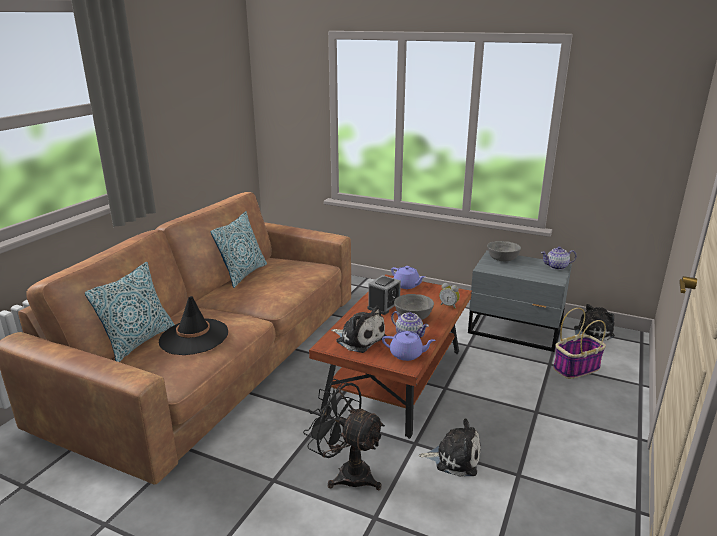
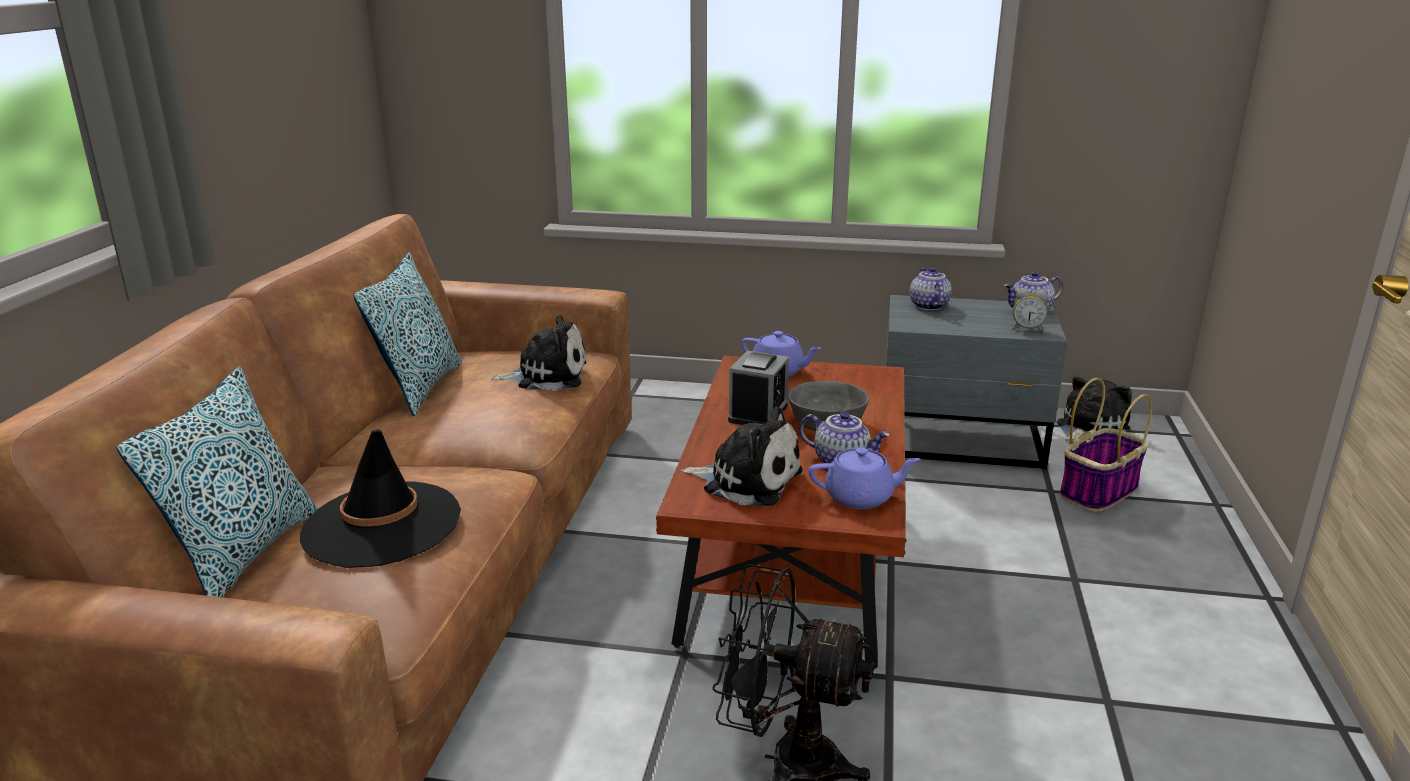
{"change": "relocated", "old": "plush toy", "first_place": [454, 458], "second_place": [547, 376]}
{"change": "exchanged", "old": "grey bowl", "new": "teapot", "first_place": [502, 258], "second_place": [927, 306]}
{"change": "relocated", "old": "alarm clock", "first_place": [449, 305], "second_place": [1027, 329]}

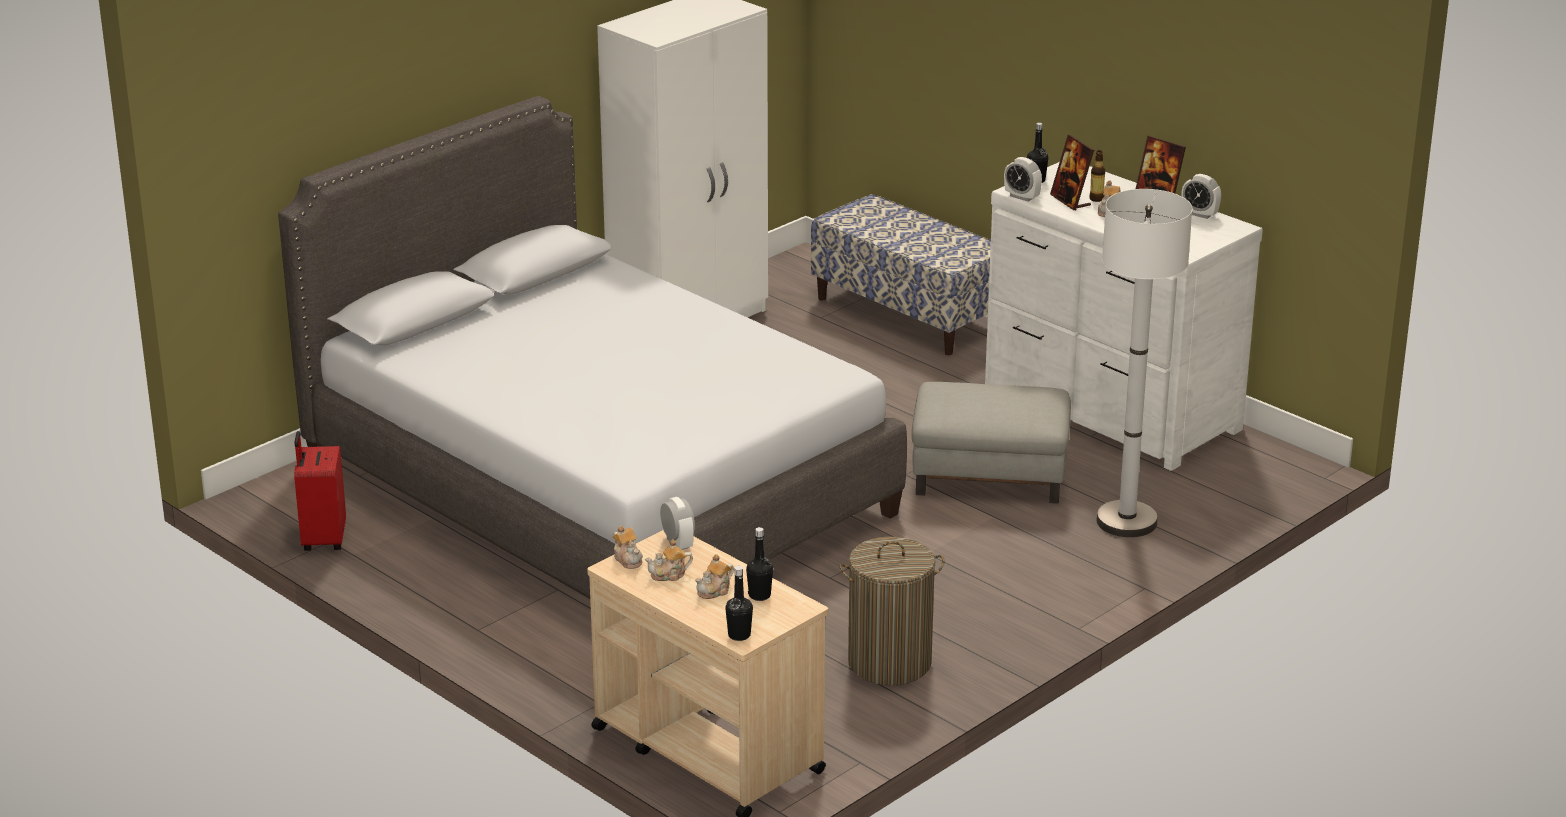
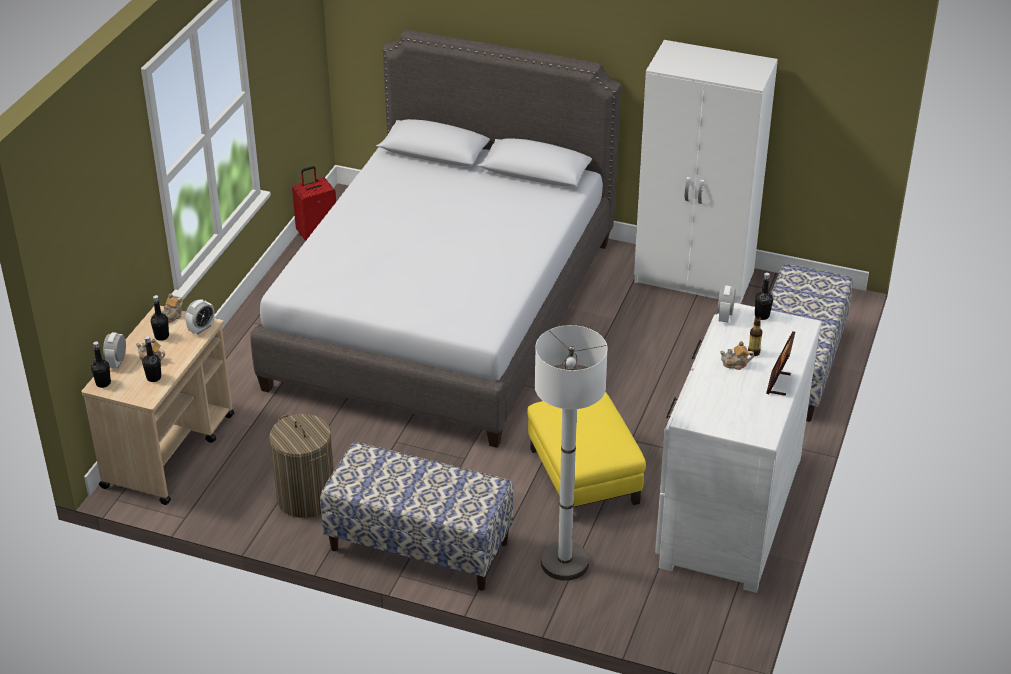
{"change": "relocated", "old": "alarm clock", "first_place": [1199, 214], "second_place": [117, 362]}
{"change": "exchanged", "old": "teapot", "new": "black bottle", "first_place": [669, 575], "second_place": [161, 336]}
{"change": "appeared", "new": "bench", "second_place": [418, 546]}
{"change": "colour", "old": "grey ottoman", "new": "yellow ottoman", "first_place": [989, 475], "second_place": [583, 475]}
{"change": "missing", "old": "picture frame", "first_place": [1070, 201]}

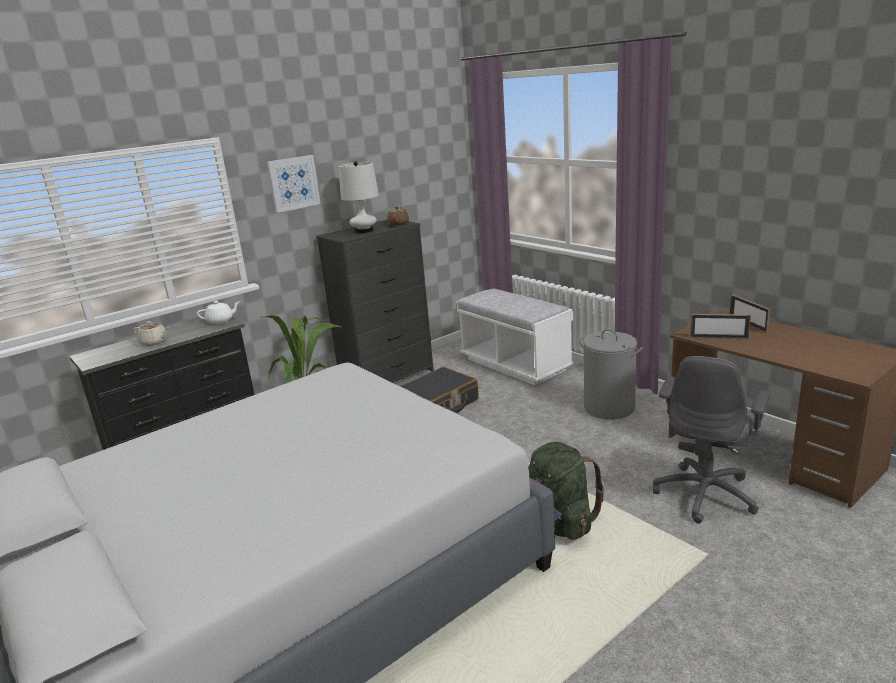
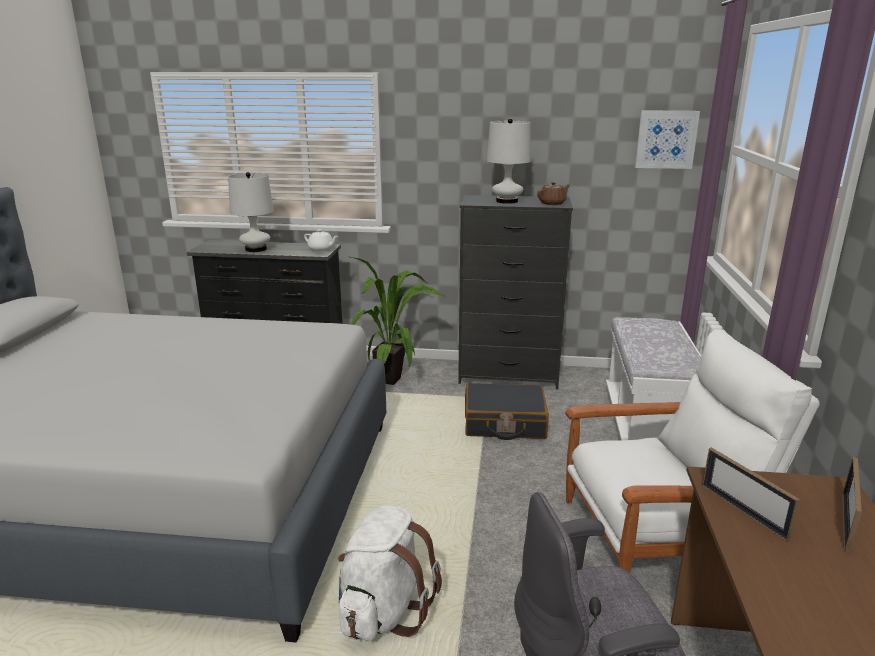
{"change": "exchanged", "old": "beige teapot", "new": "white table lamp", "first_place": [154, 342], "second_place": [256, 249]}
{"change": "colour", "old": "green backpack", "new": "white backpack", "first_place": [560, 523], "second_place": [384, 611]}
{"change": "exchanged", "old": "grey laundry basket", "new": "white armchair", "first_place": [609, 408], "second_place": [665, 536]}
{"change": "relocated", "old": "picture", "first_place": [293, 183], "second_place": [666, 139]}

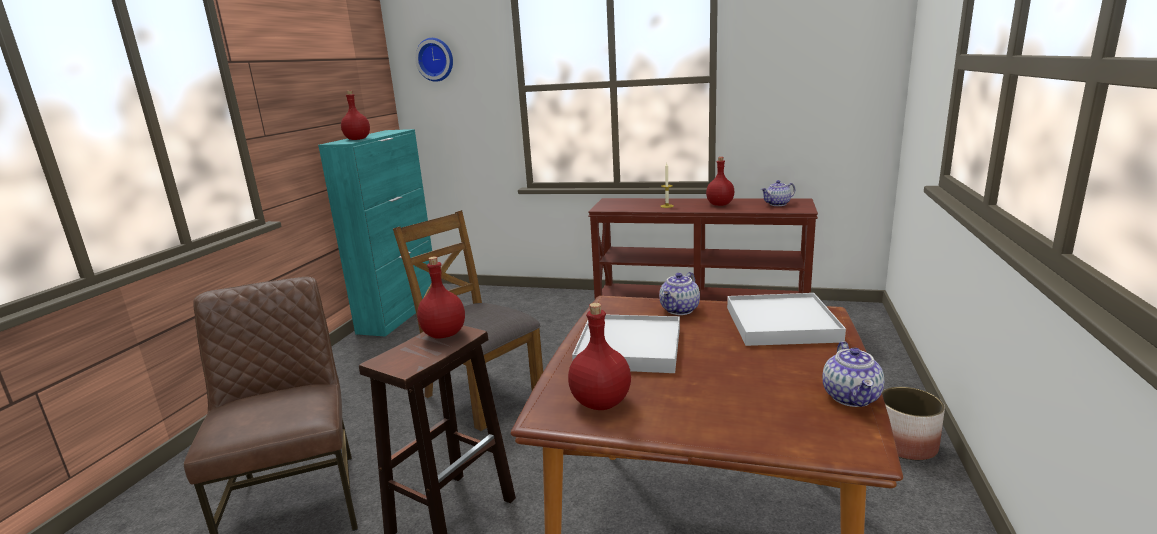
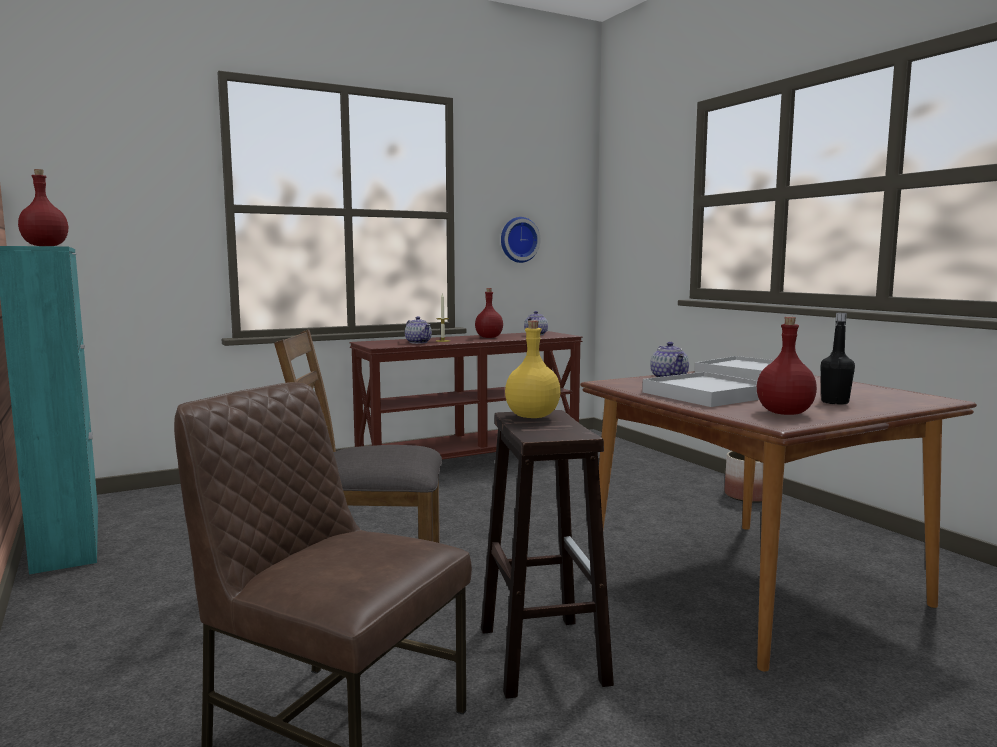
{"change": "relocated", "old": "teapot", "first_place": [852, 397], "second_place": [418, 342]}
{"change": "relocated", "old": "wall clock", "first_place": [435, 59], "second_place": [518, 240]}
{"change": "colour", "old": "red bottle", "new": "yellow bottle", "first_place": [443, 334], "second_place": [531, 416]}
{"change": "appeared", "new": "black bottle", "second_place": [835, 402]}

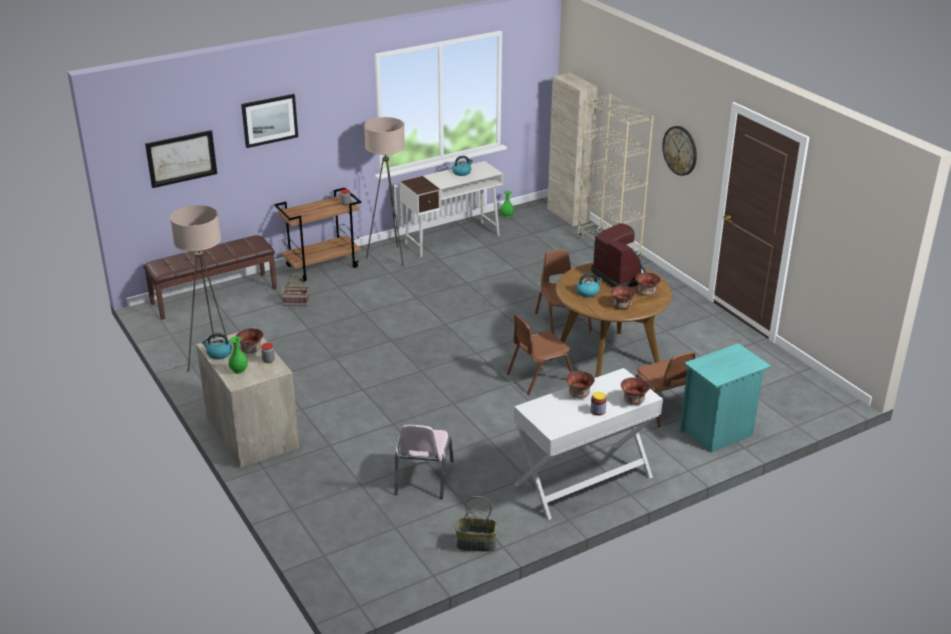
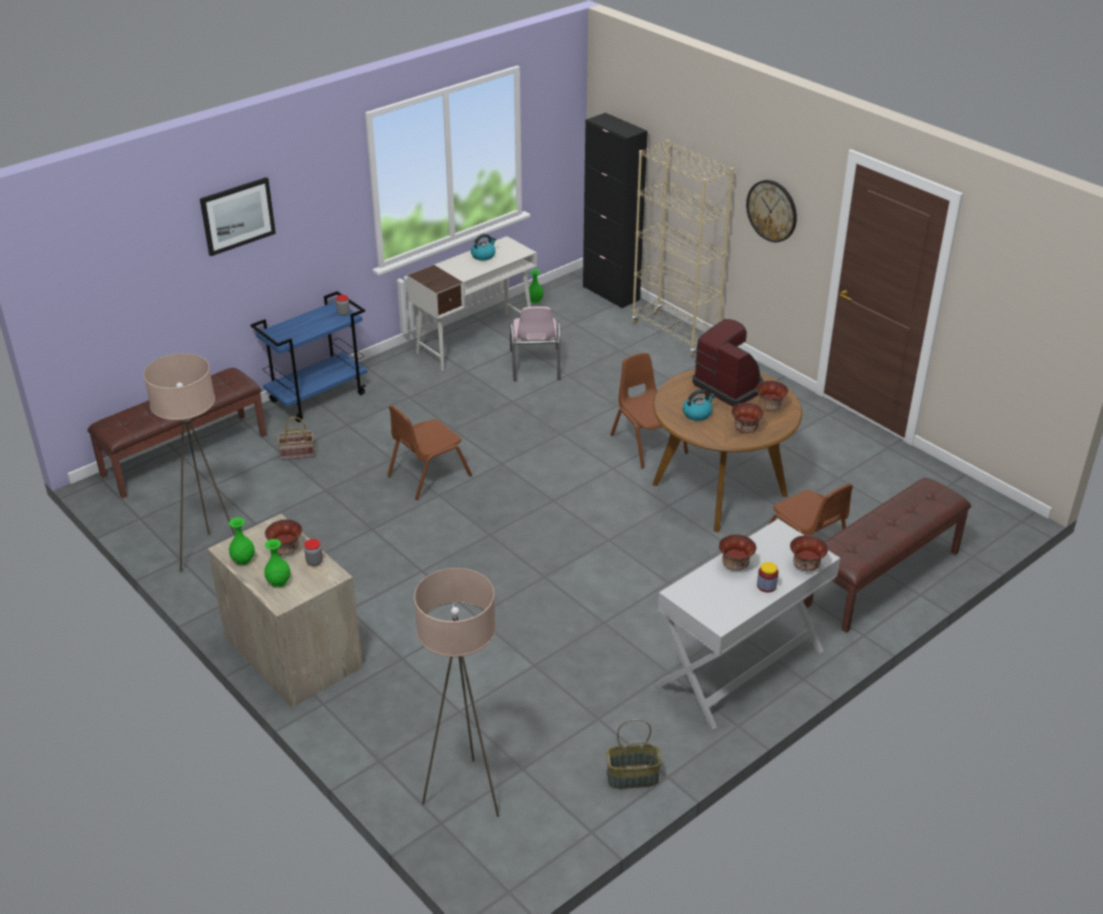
{"change": "exchanged", "old": "kettle", "new": "green vase", "first_place": [219, 354], "second_place": [243, 560]}
{"change": "colour", "old": "brown cart", "new": "blue cart", "first_place": [323, 266], "second_place": [318, 397]}
{"change": "relocated", "old": "brown chair", "first_place": [540, 377], "second_place": [428, 475]}
{"change": "relocated", "old": "beige floor lamp", "first_place": [389, 257], "second_place": [465, 793]}
{"change": "relocated", "old": "pink chair", "first_place": [423, 478], "second_place": [535, 365]}
{"change": "colour", "old": "beige cabinet", "new": "black cabinet", "first_place": [568, 215], "second_place": [611, 293]}
{"change": "exchanged", "old": "turquoise nightstand", "new": "brown bench", "first_place": [717, 433], "second_place": [883, 578]}
{"change": "missing", "old": "picture", "first_place": [181, 158]}

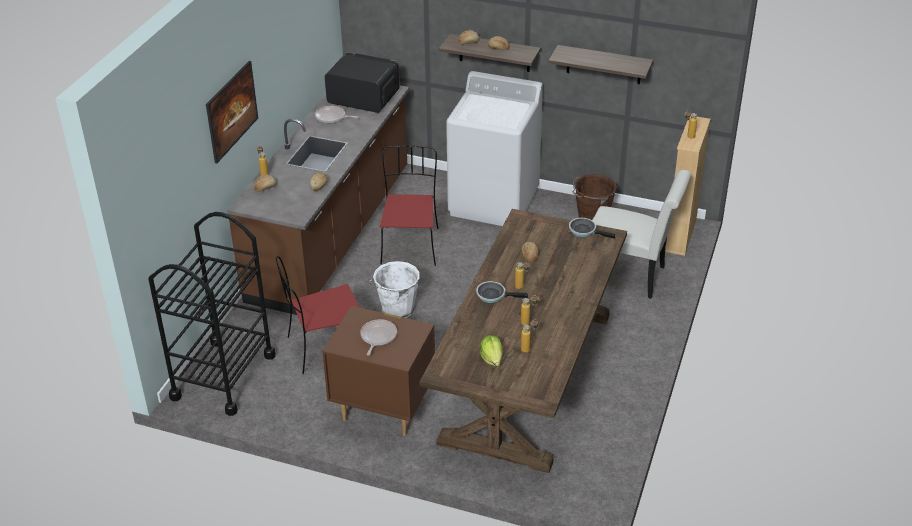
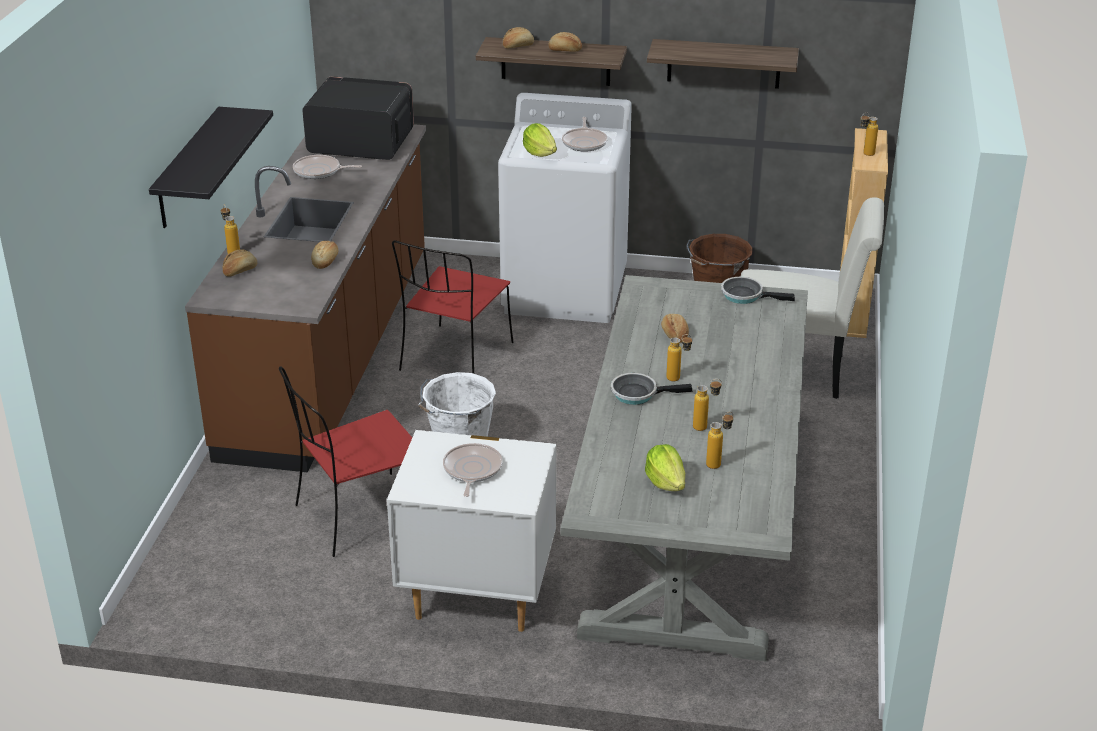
{"change": "exchanged", "old": "picture", "new": "black shelf", "first_place": [234, 125], "second_place": [188, 169]}
{"change": "colour", "old": "brown nightstand", "new": "white nightstand", "first_place": [383, 410], "second_place": [477, 597]}
{"change": "spun", "old": "red chair", "first_place": [410, 245], "second_place": [455, 358], "degrees": -150}
{"change": "appeared", "new": "lettuce", "second_place": [539, 153]}
{"change": "colour", "old": "brown dining table", "new": "grey dining table", "first_place": [527, 376], "second_place": [688, 523]}
{"change": "appeared", "new": "frying pan", "second_place": [585, 142]}
{"change": "missing", "old": "black cart", "first_place": [223, 376]}

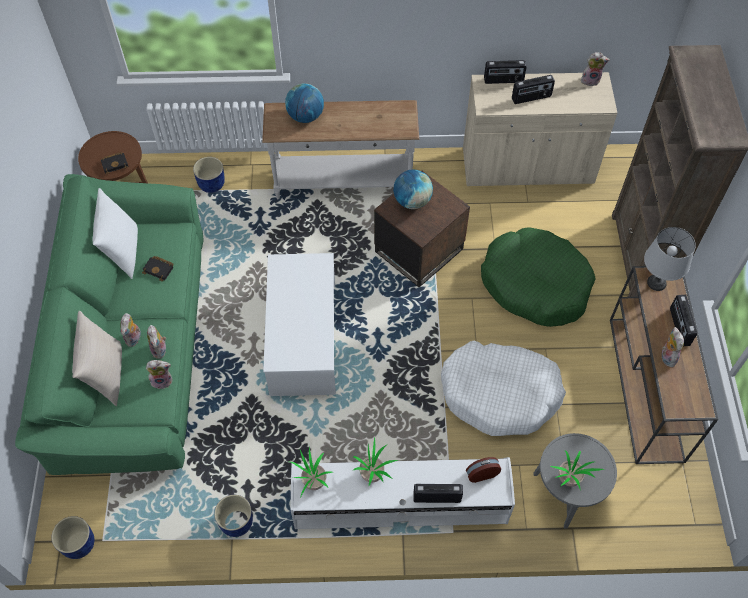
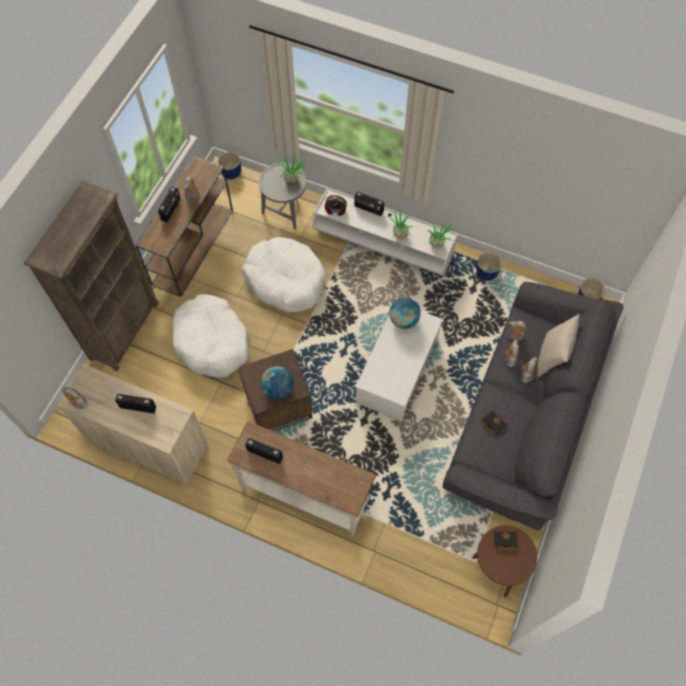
{"change": "colour", "old": "green dog bed", "new": "white dog bed", "first_place": [535, 284], "second_place": [212, 342]}
{"change": "relocated", "old": "blue planter", "first_place": [211, 184], "second_place": [231, 172]}
{"change": "relocated", "old": "radio", "first_place": [503, 80], "second_place": [265, 454]}
{"change": "relocated", "old": "globe", "first_place": [305, 116], "second_place": [403, 320]}
{"change": "colour", "old": "green sofa", "new": "grey sofa", "first_place": [133, 347], "second_place": [523, 416]}
{"change": "missing", "old": "white pillow", "first_place": [123, 251]}
{"change": "missing", "old": "grey table lamp", "first_place": [657, 282]}

